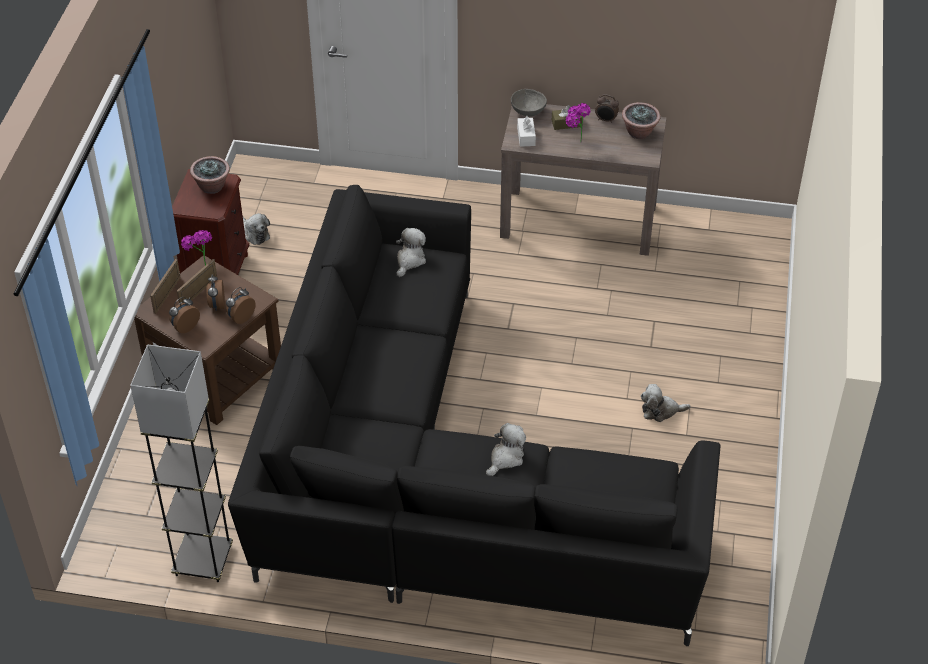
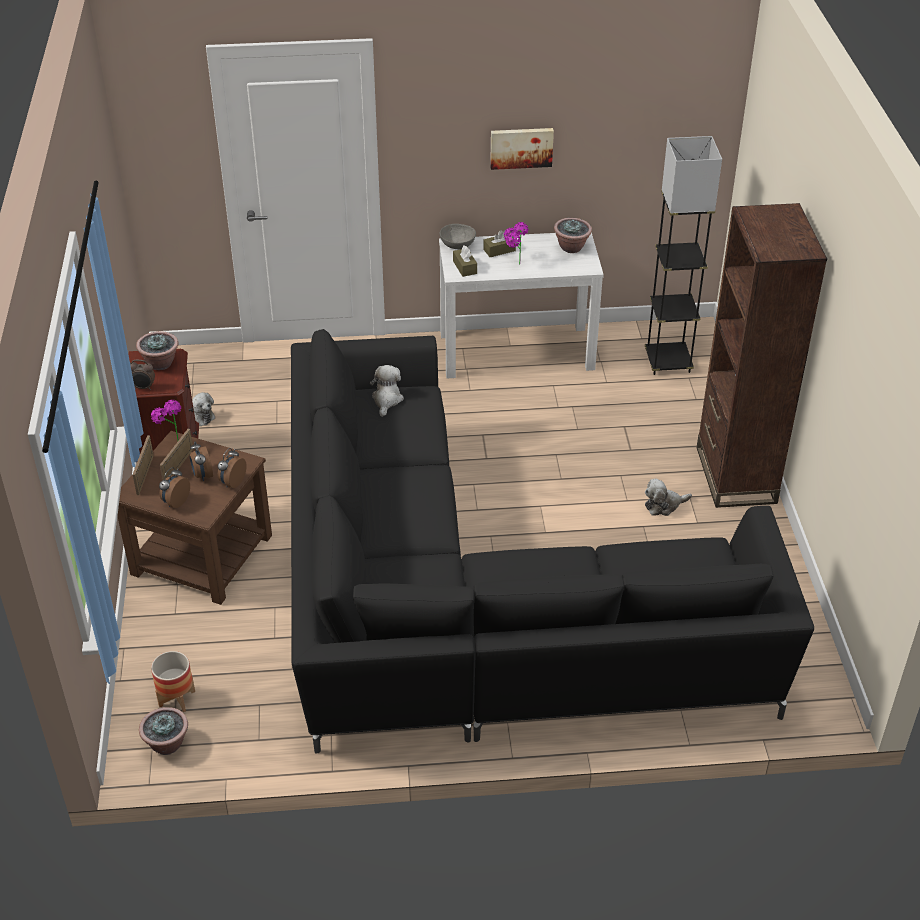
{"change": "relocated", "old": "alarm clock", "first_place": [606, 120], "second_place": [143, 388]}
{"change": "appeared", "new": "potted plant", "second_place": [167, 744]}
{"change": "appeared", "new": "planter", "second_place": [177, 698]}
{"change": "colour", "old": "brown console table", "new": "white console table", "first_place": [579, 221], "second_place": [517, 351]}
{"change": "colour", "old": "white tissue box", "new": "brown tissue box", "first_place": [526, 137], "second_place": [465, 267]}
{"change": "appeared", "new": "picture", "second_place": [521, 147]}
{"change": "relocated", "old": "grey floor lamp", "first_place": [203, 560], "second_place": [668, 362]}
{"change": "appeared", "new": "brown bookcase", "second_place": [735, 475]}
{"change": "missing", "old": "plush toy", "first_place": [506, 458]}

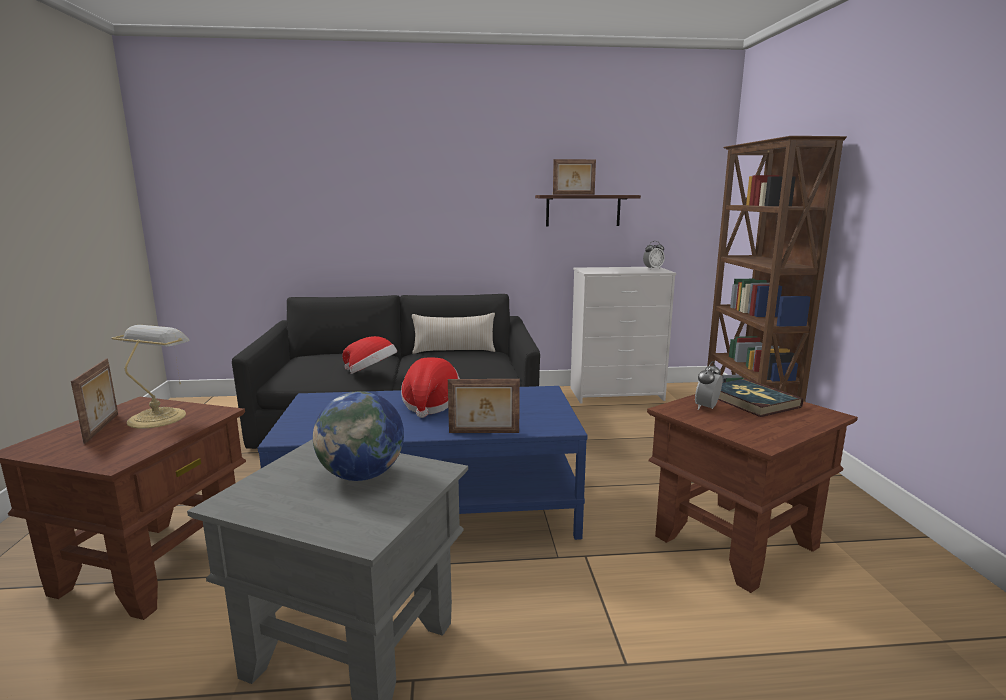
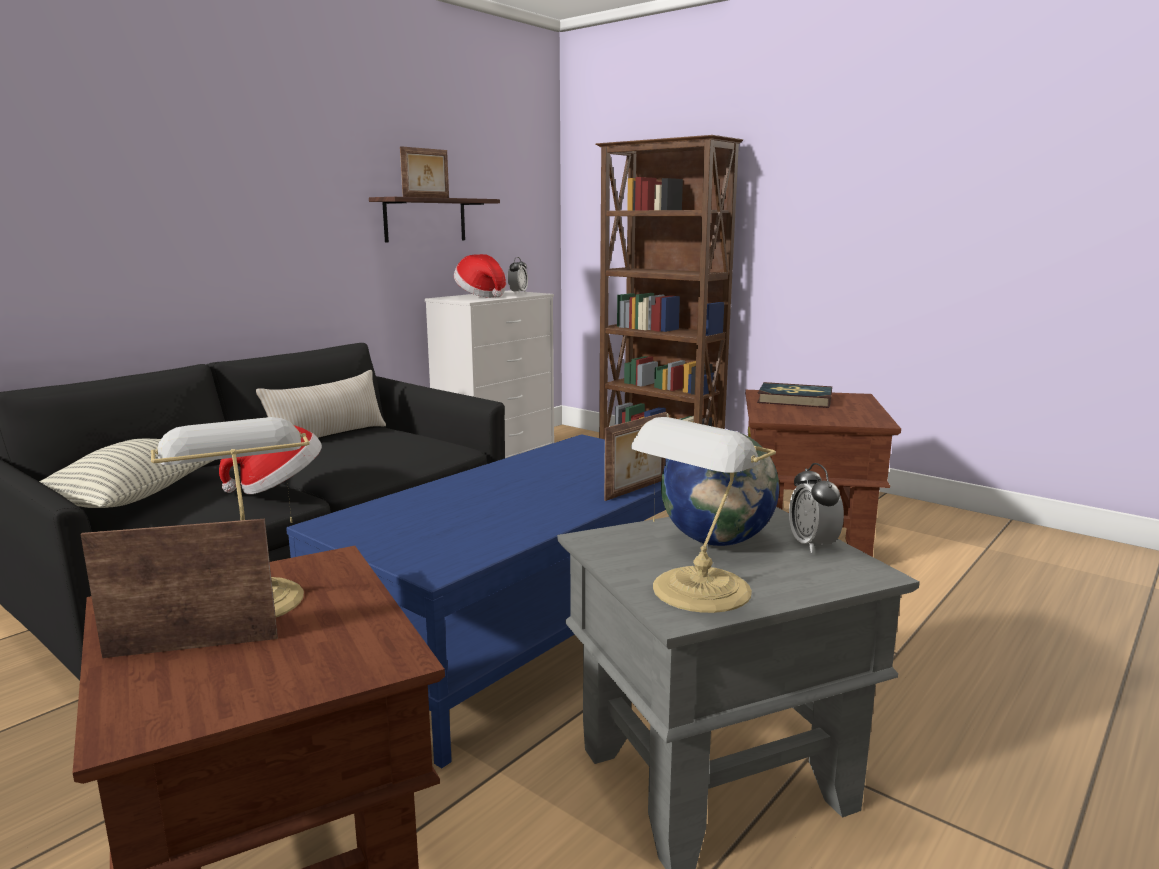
{"change": "appeared", "new": "pillow", "second_place": [133, 497]}
{"change": "spun", "old": "picture frame", "first_place": [103, 428], "second_place": [192, 645], "degrees": -45}
{"change": "relocated", "old": "hat", "first_place": [430, 405], "second_place": [481, 296]}
{"change": "appeared", "new": "table lamp", "second_place": [698, 591]}
{"change": "relocated", "old": "alarm clock", "first_place": [707, 407], "second_place": [812, 545]}

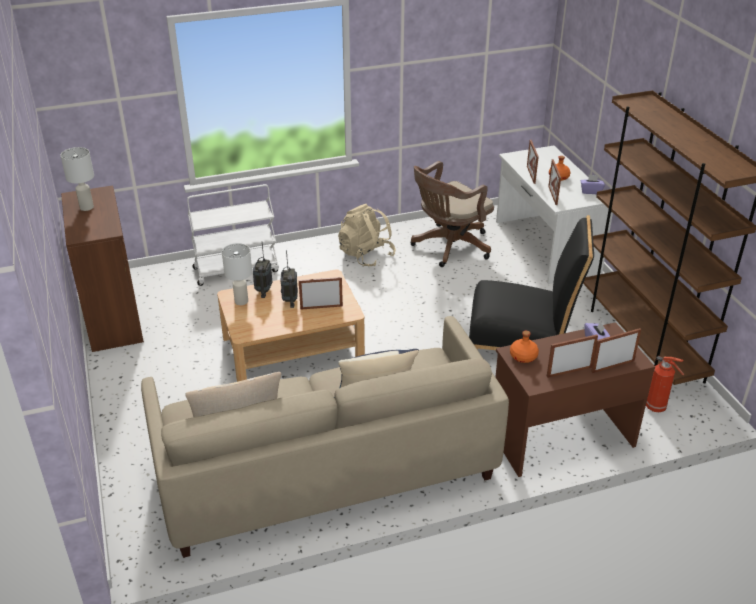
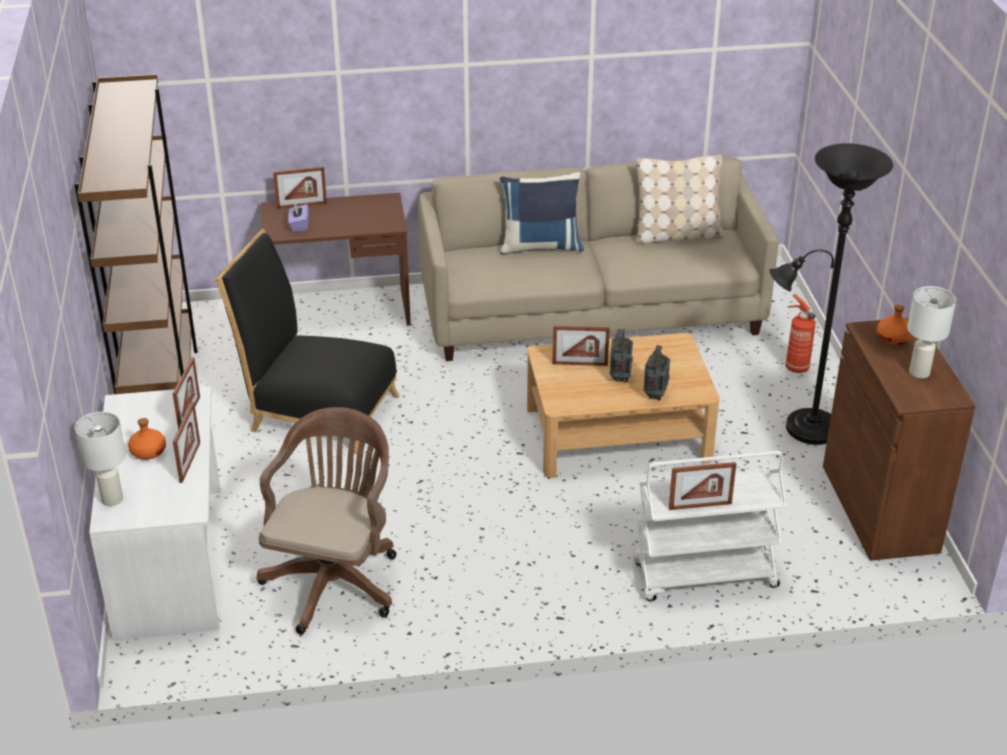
{"change": "relocated", "old": "white table lamp", "first_place": [241, 301], "second_place": [112, 499]}
{"change": "spun", "old": "brown office chair", "first_place": [448, 247], "second_place": [335, 579], "degrees": -45}
{"change": "relocated", "old": "picture frame", "first_place": [569, 371], "second_place": [700, 506]}
{"change": "appeared", "new": "black floor lamp", "second_place": [805, 428]}
{"change": "relocated", "old": "fire extinguisher", "first_place": [657, 407], "second_place": [795, 367]}
{"change": "relocated", "old": "orange bottle", "first_place": [523, 356], "second_place": [893, 337]}
{"change": "missing", "old": "beige backpack", "first_place": [366, 255]}
{"change": "missing", "old": "purple tissue box", "first_place": [591, 191]}

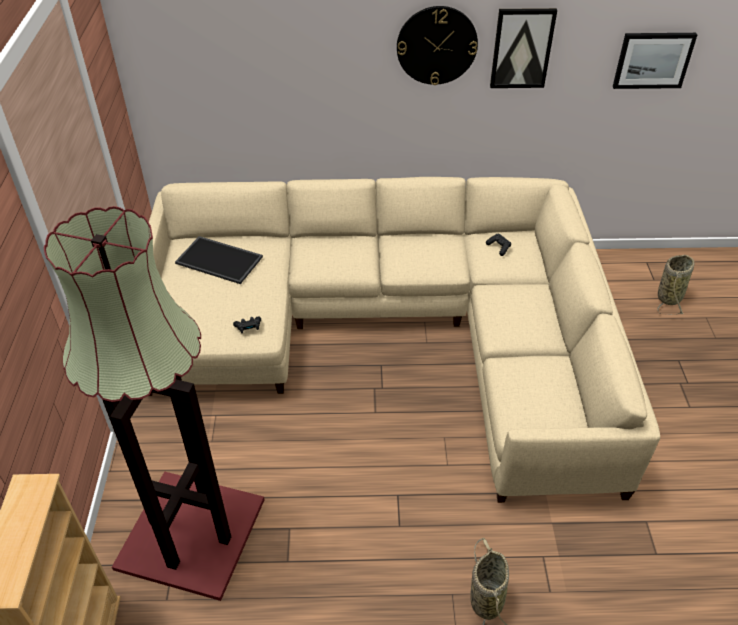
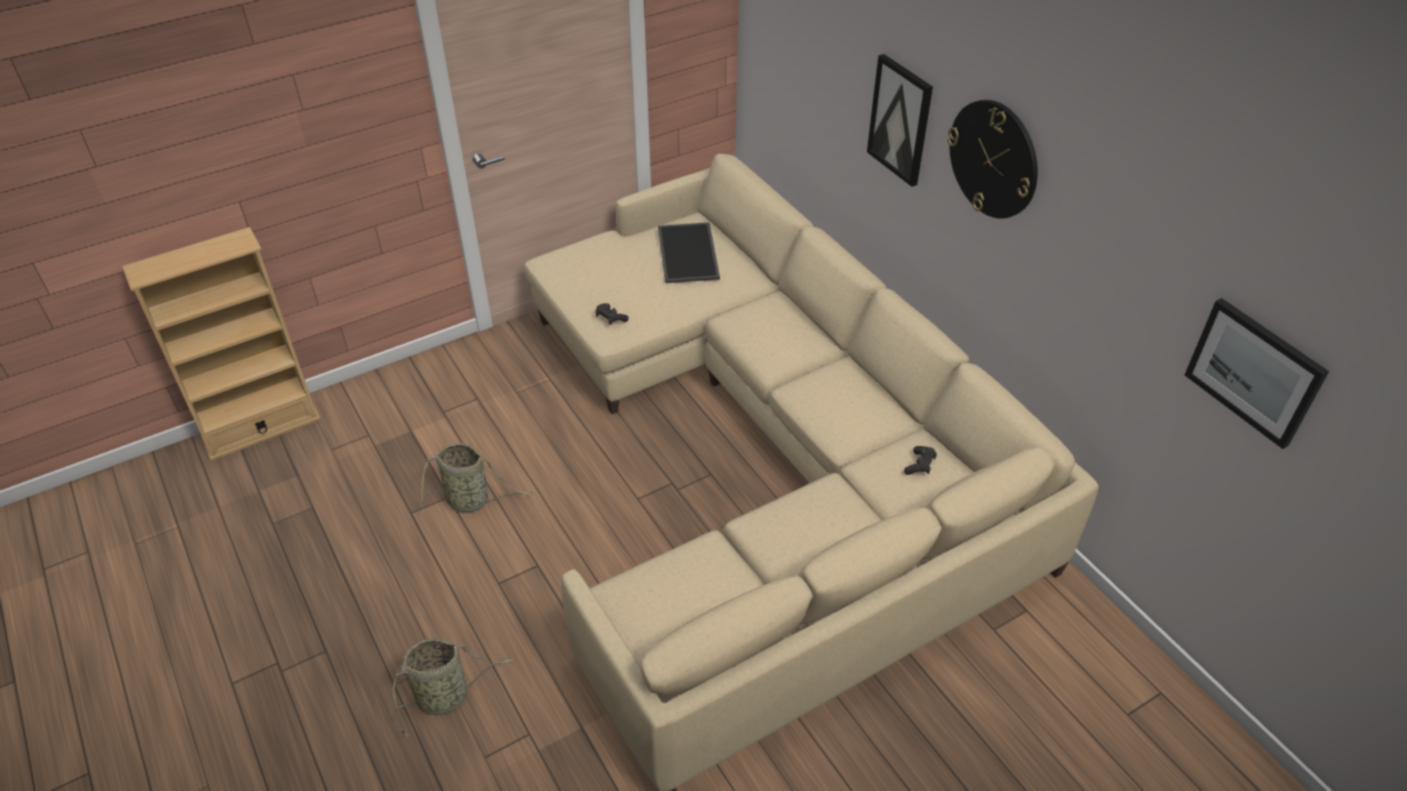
{"change": "relocated", "old": "basket", "first_place": [670, 296], "second_place": [471, 501]}
{"change": "relocated", "old": "picture", "first_place": [521, 48], "second_place": [900, 120]}
{"change": "missing", "old": "floor lamp", "first_place": [188, 535]}

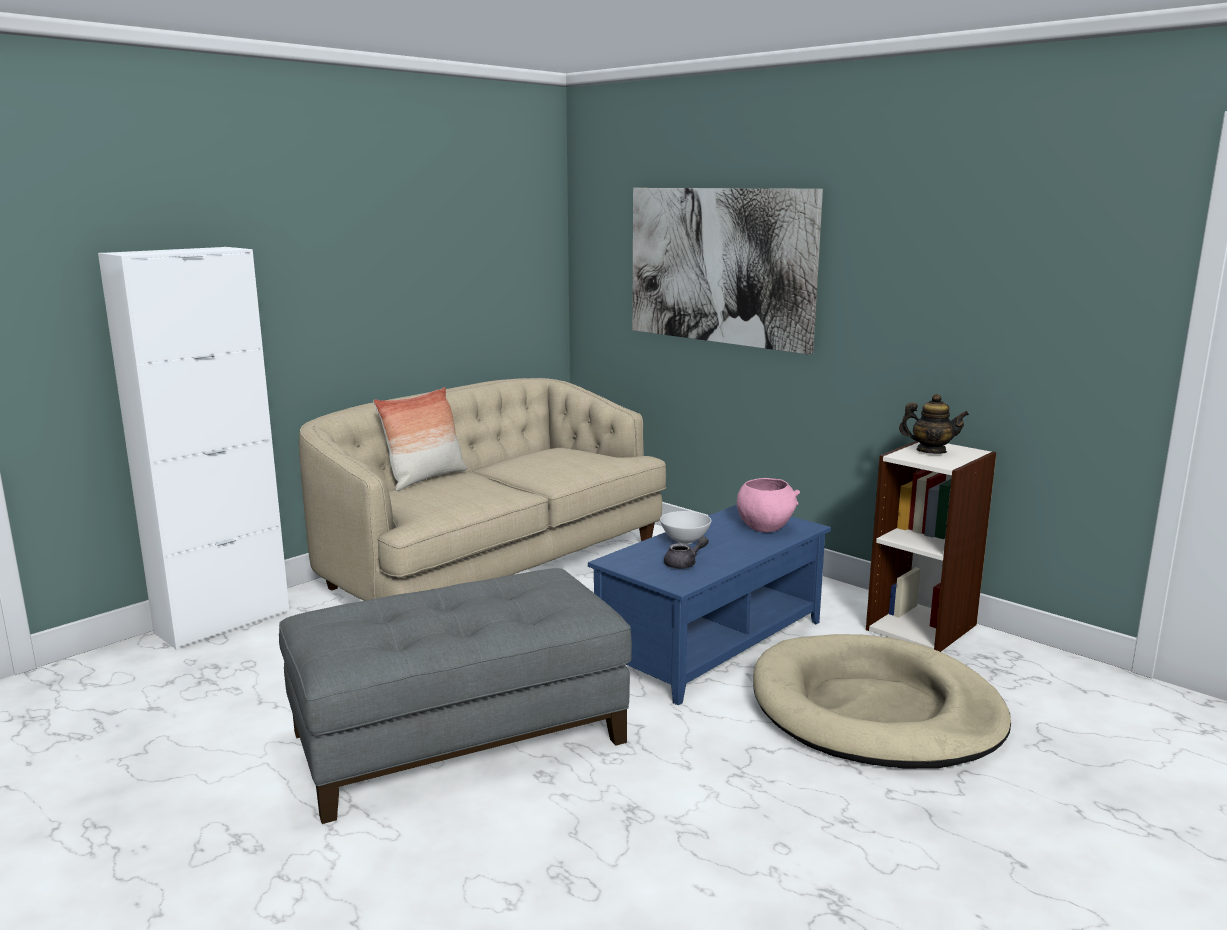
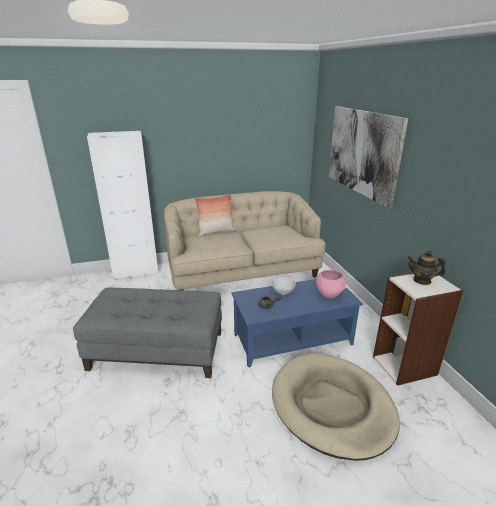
{"change": "spun", "old": "teapot", "first_place": [931, 451], "second_place": [422, 280], "degrees": 150}

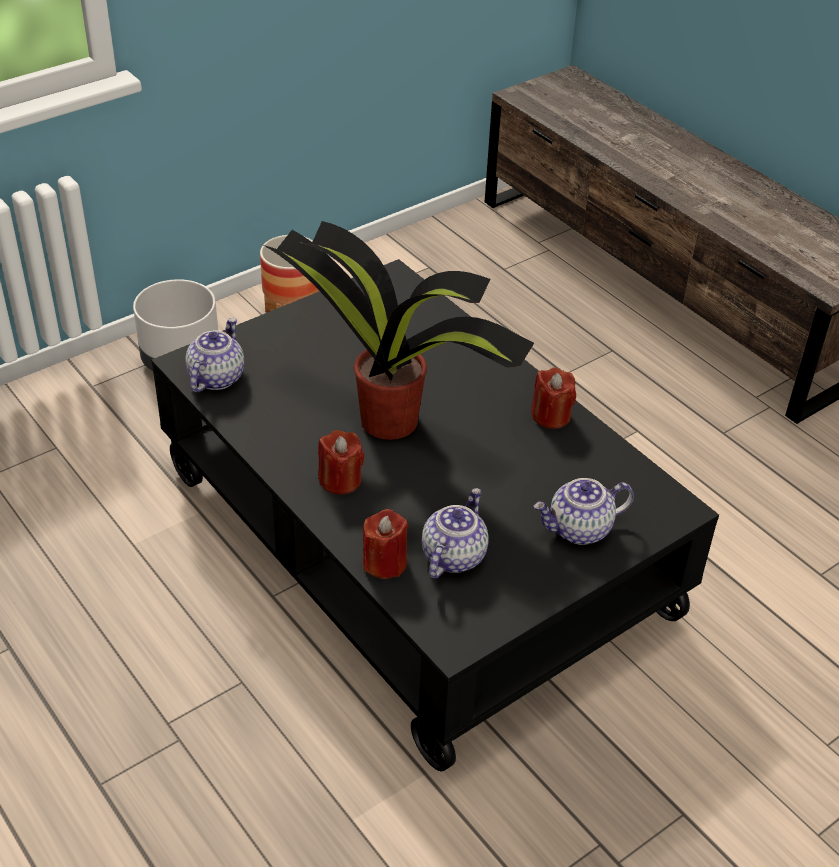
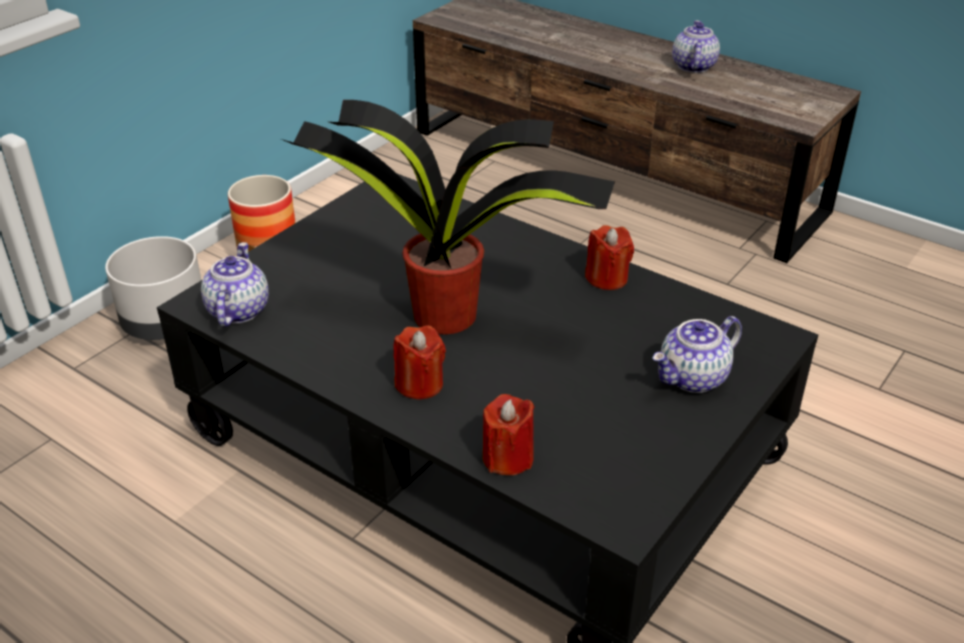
{"change": "relocated", "old": "teapot", "first_place": [453, 555], "second_place": [693, 66]}

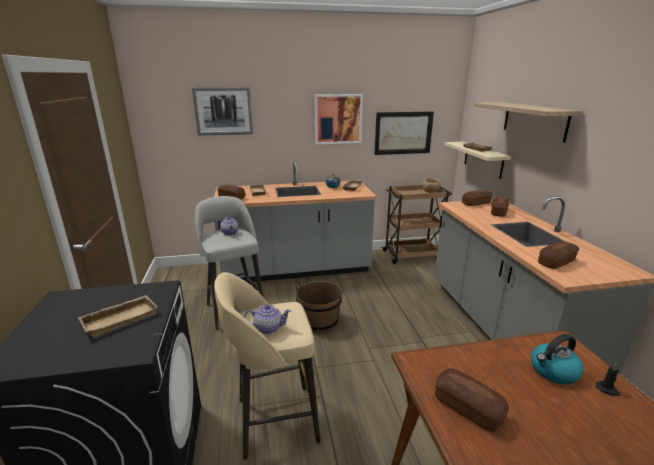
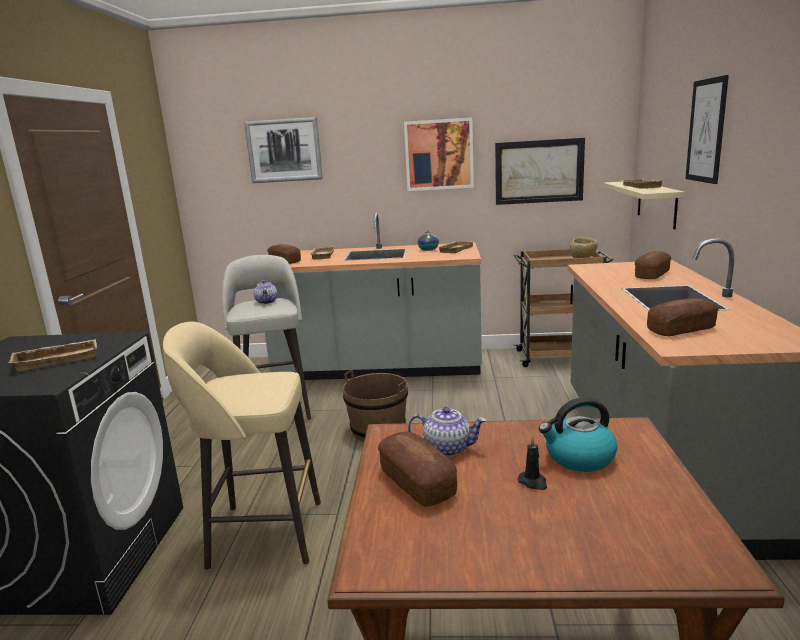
{"change": "relocated", "old": "teapot", "first_place": [268, 328], "second_place": [448, 448]}
{"change": "relocated", "old": "black candle", "first_place": [607, 390], "second_place": [533, 482]}
{"change": "exchanged", "old": "shelf", "new": "picture", "first_place": [534, 120], "second_place": [706, 131]}
{"change": "missing", "old": "bread", "first_place": [476, 203]}

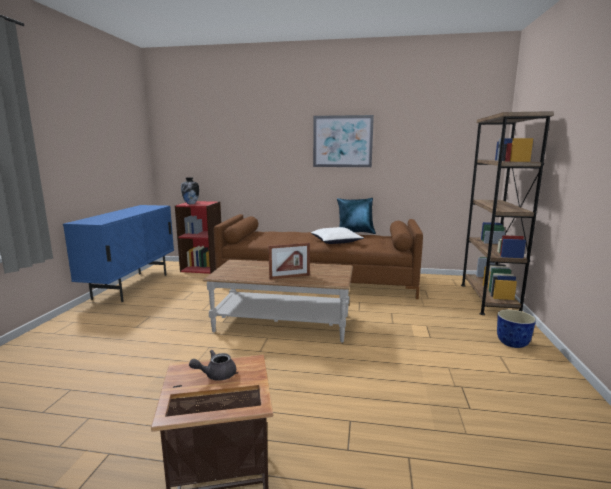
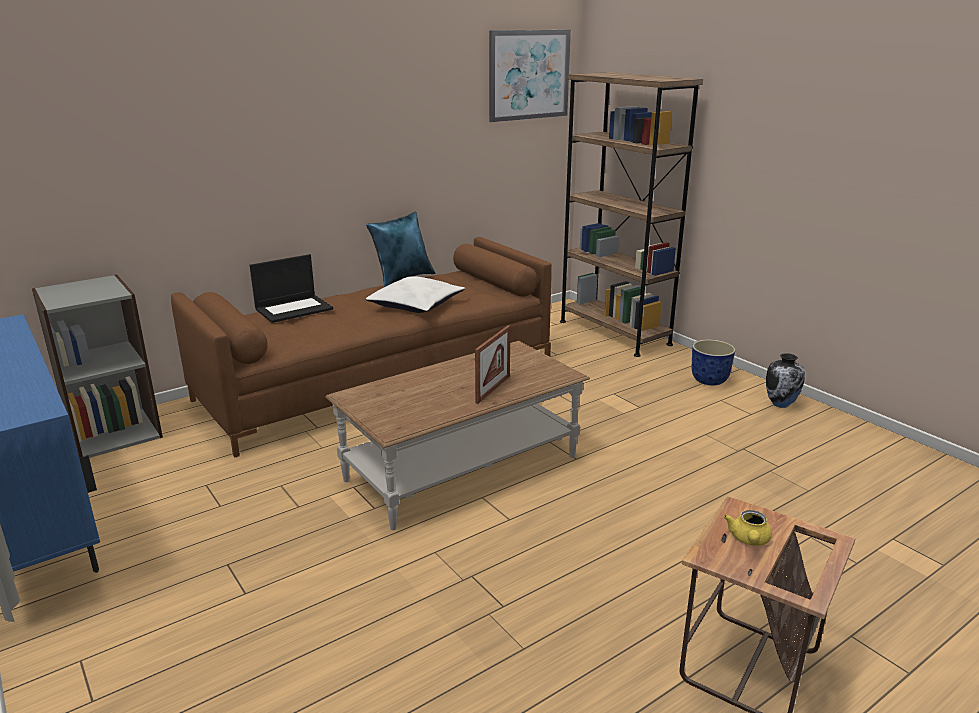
{"change": "colour", "old": "red bookcase", "new": "grey bookcase", "first_place": [202, 268], "second_place": [114, 433]}
{"change": "appeared", "new": "laptop", "second_place": [294, 309]}
{"change": "relocated", "old": "picture", "first_place": [342, 141], "second_place": [529, 75]}
{"change": "colour", "old": "grey teapot", "new": "yellow teapot", "first_place": [216, 375], "second_place": [748, 540]}
{"change": "relocated", "old": "vase", "first_place": [191, 203], "second_place": [781, 404]}

